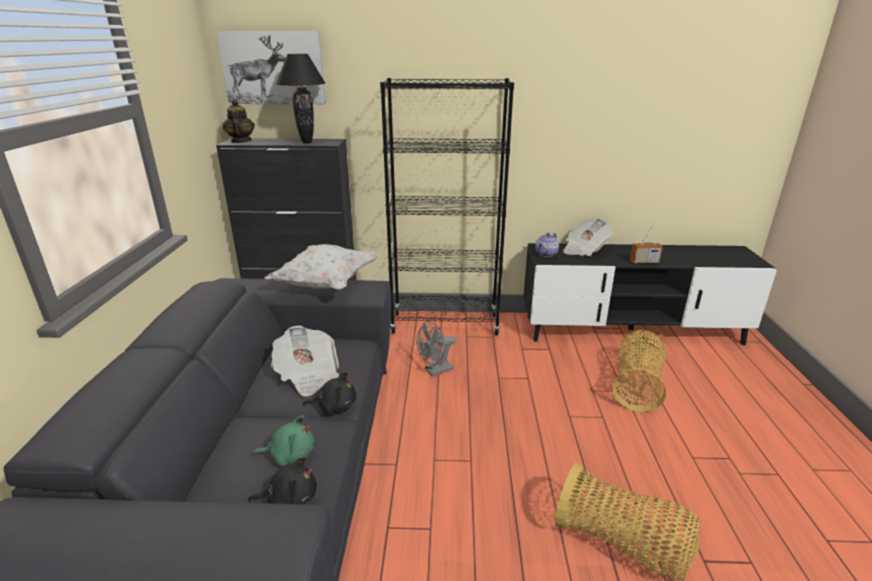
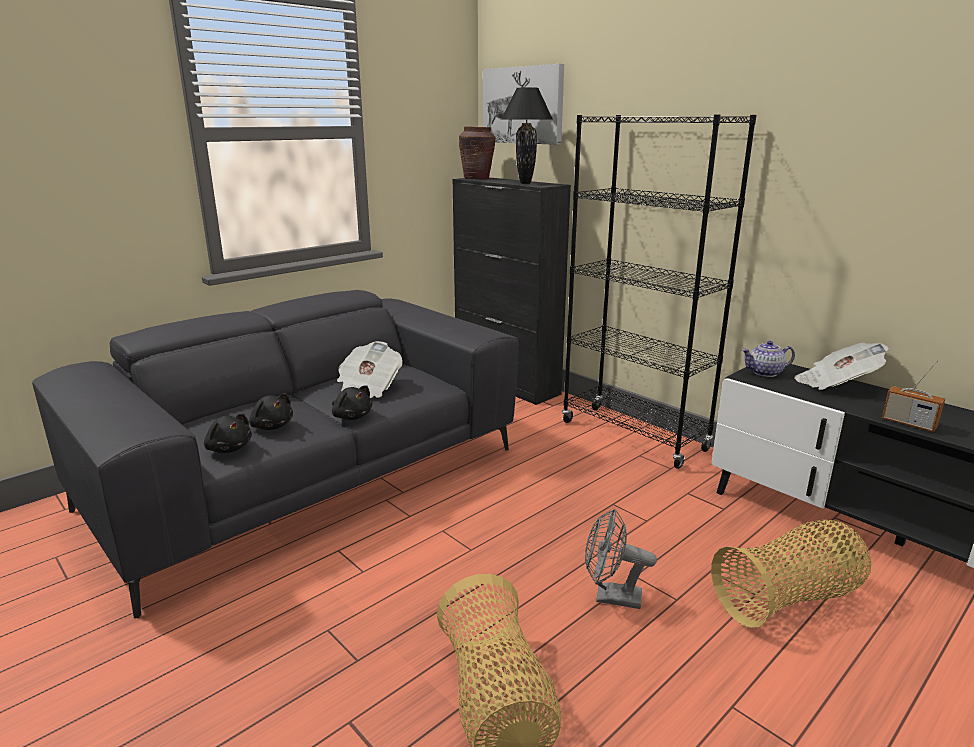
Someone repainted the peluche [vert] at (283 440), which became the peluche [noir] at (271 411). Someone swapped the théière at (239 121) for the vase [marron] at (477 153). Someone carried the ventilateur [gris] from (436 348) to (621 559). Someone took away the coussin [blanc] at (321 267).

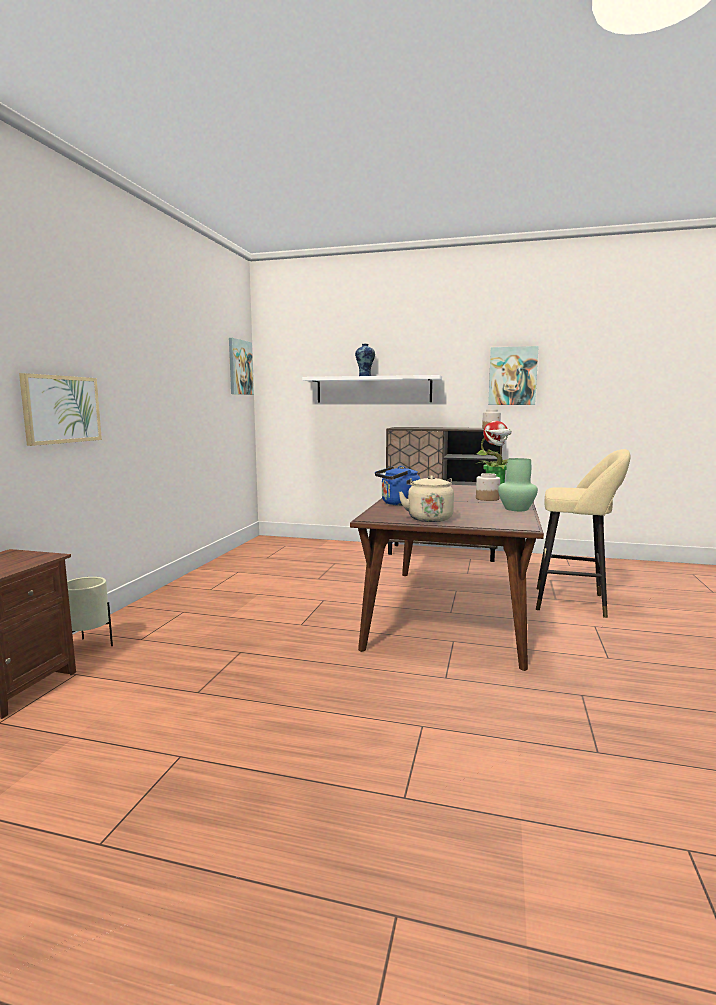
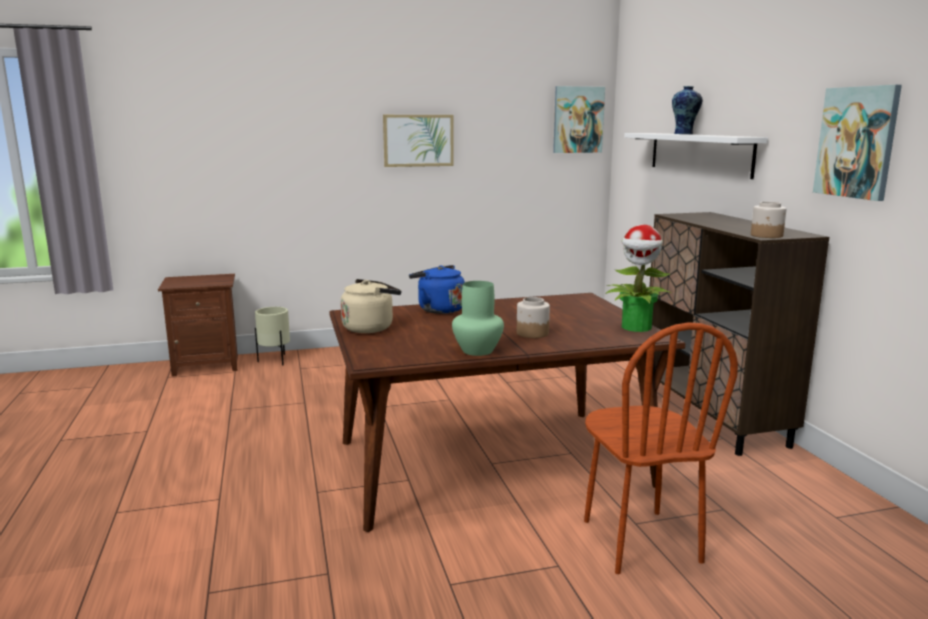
Someone carried the tableau from (60 409) to (418 141). Someone swapped the tabouret [beige] at (583 533) for the chaise [marron] at (661 448).

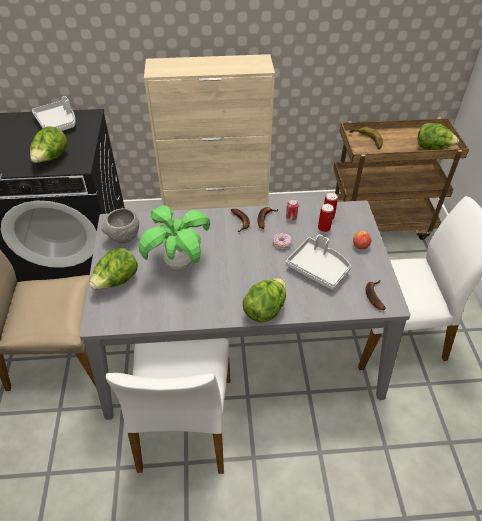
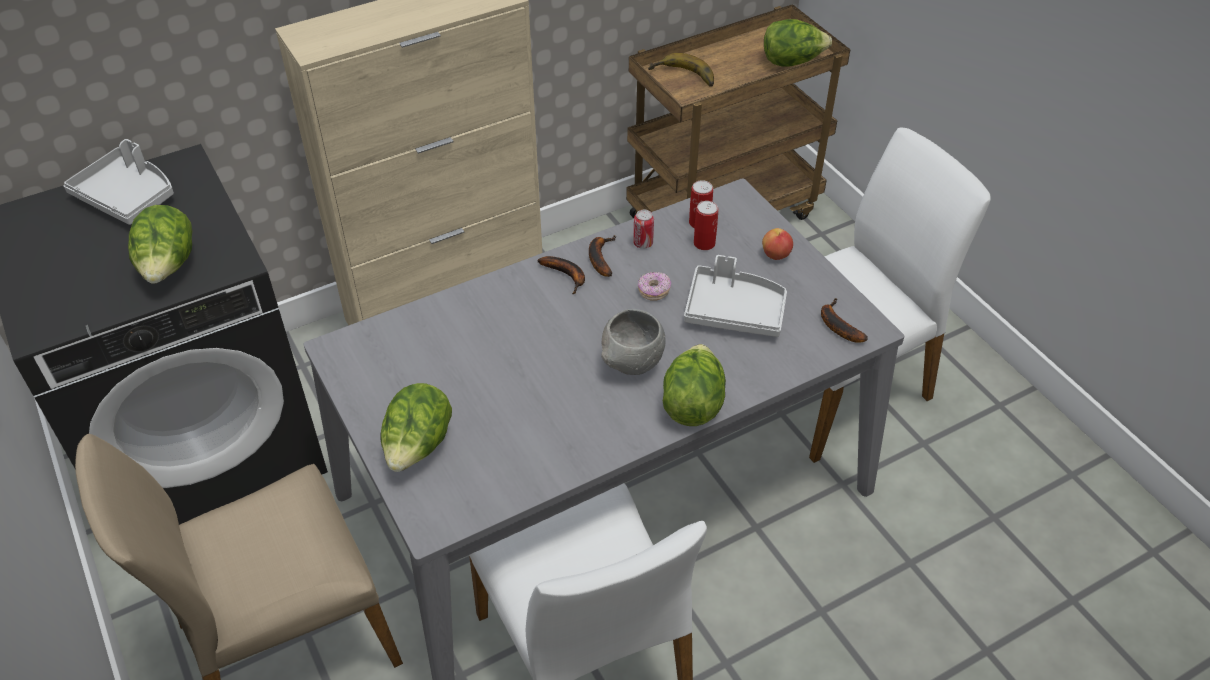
Someone carried the bol [gris] from (120 225) to (633 342). Someone took away the plante en pot at (174 238).

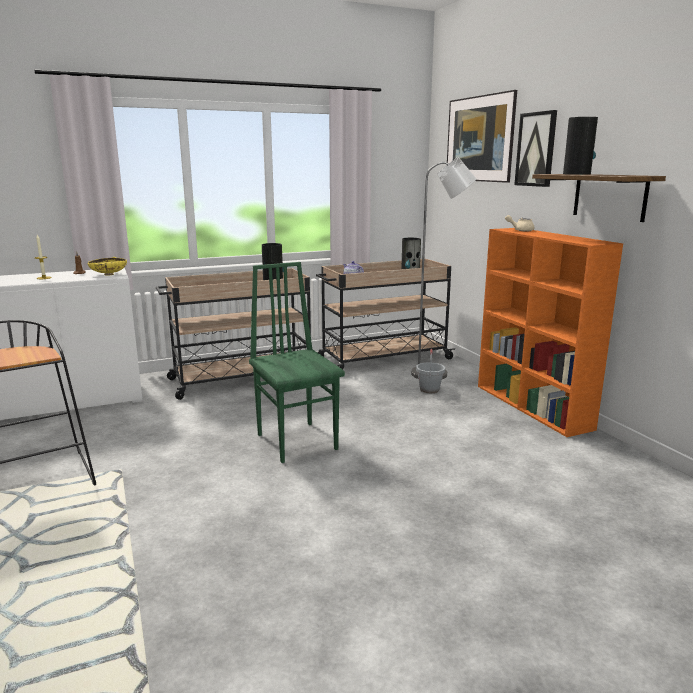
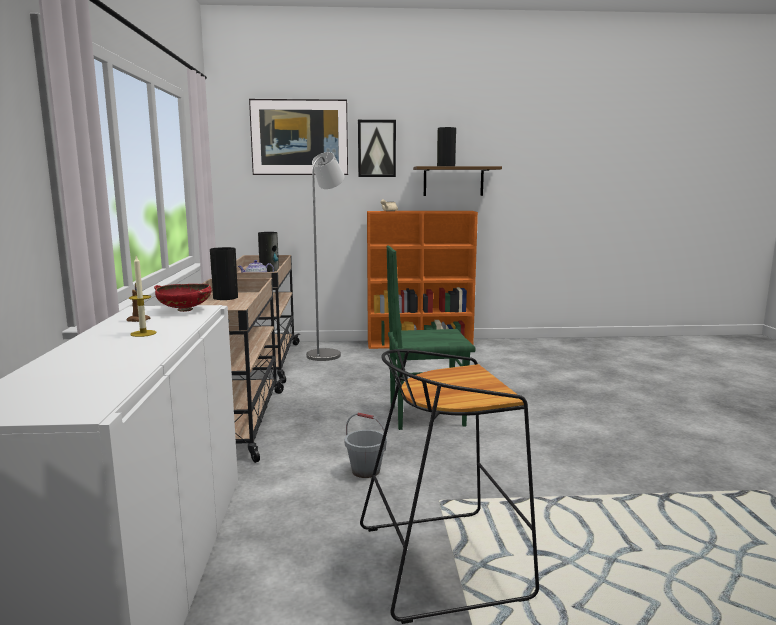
Someone repainted the bol [jaune] at (107 266), which became the bol [rouge] at (183 298). Someone carried the seau [gris] from (430 371) to (365 445).

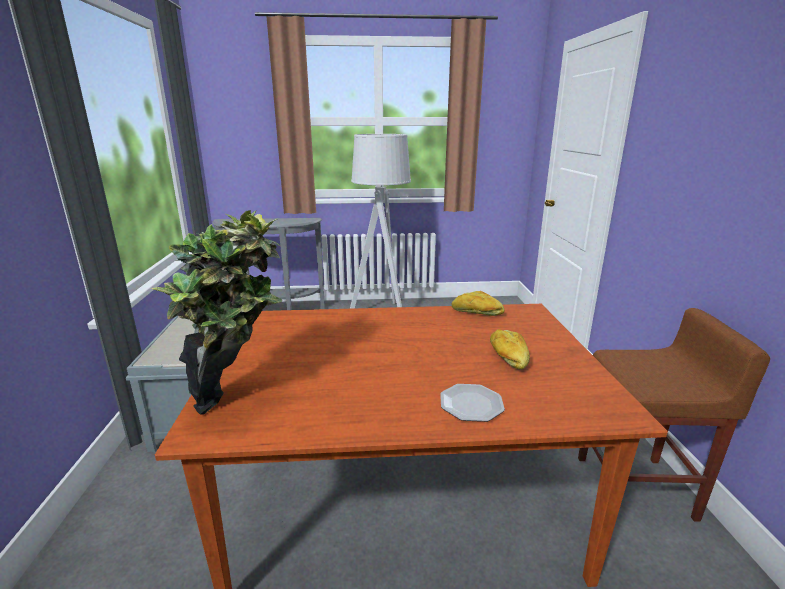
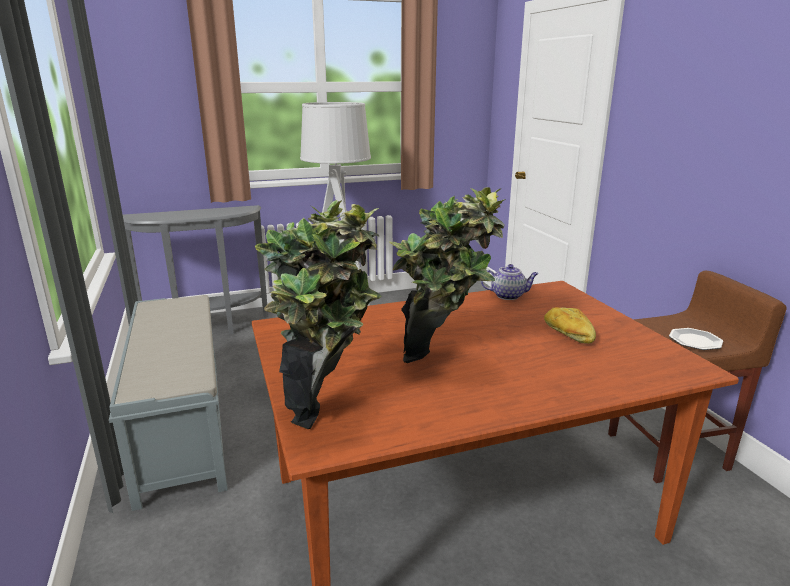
Someone put down the plante en pot at (448 275). Someone swapped the pain at (478 303) for the théière at (510 282). Someone carried the assiette from (472 403) to (696 339).

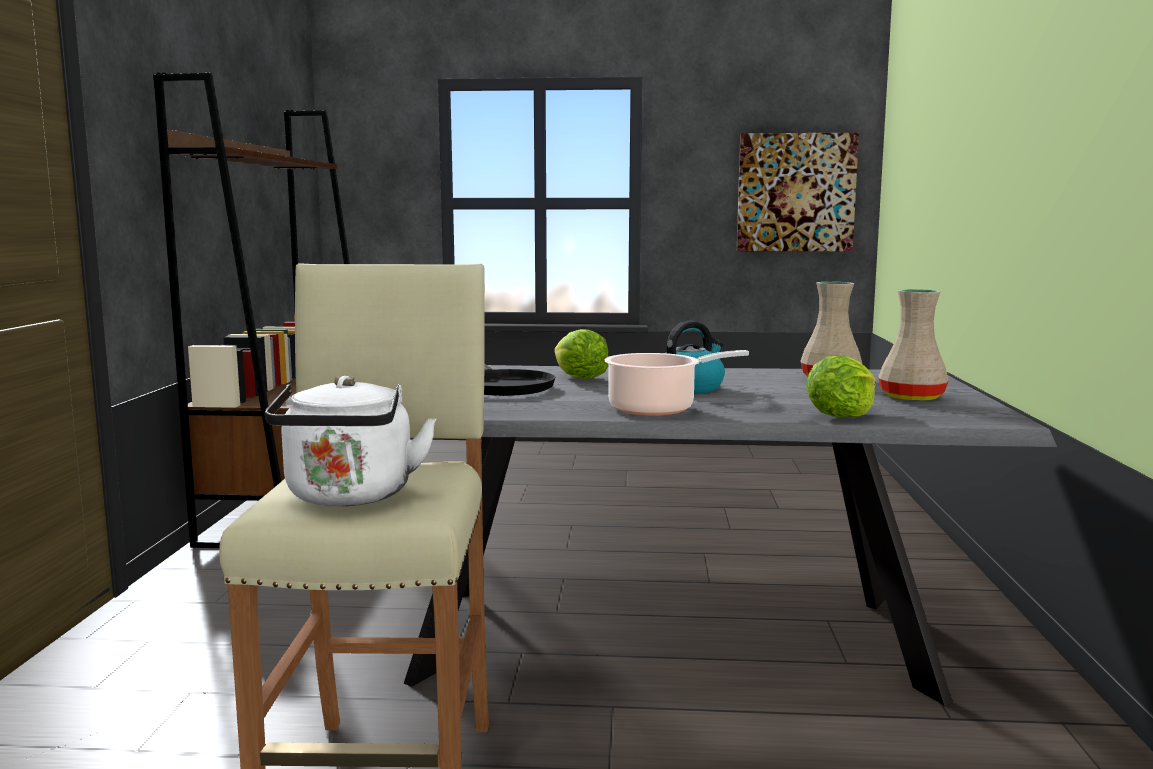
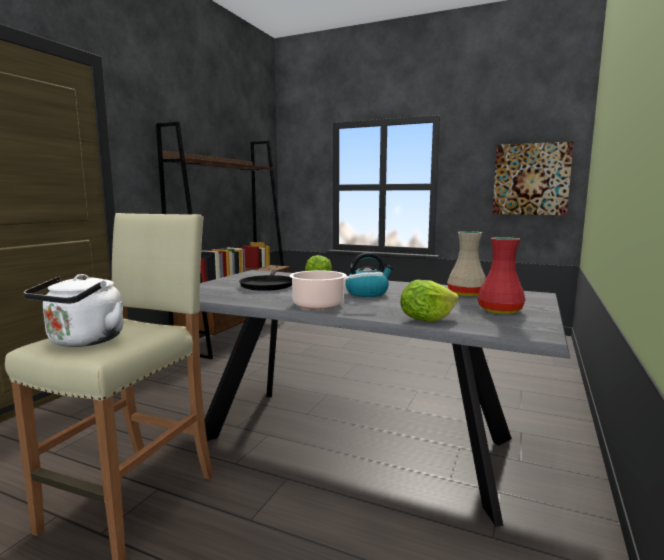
Someone repainted the vase [beige] at (913 345), which became the vase [rouge] at (501 275).

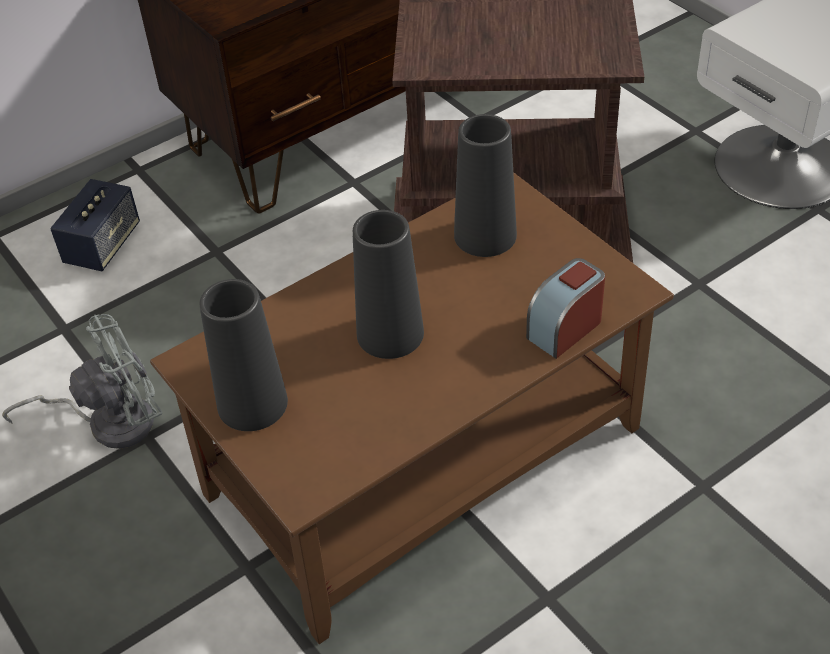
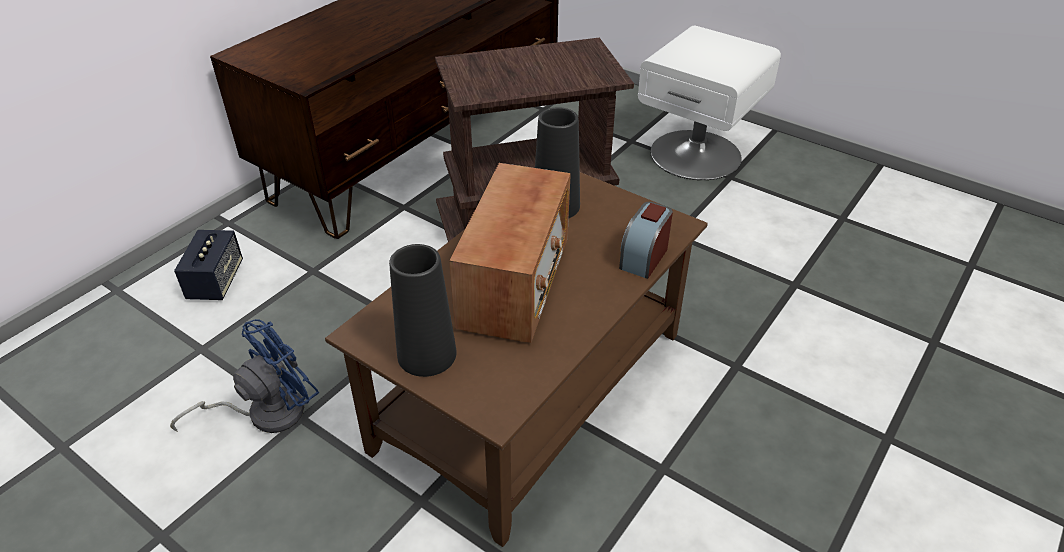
Someone repainted the ventilateur [gris] at (82 381), which became the ventilateur [bleu] at (244 376). Someone swapped the vase [noir] at (388 284) for the radio at (510 253).

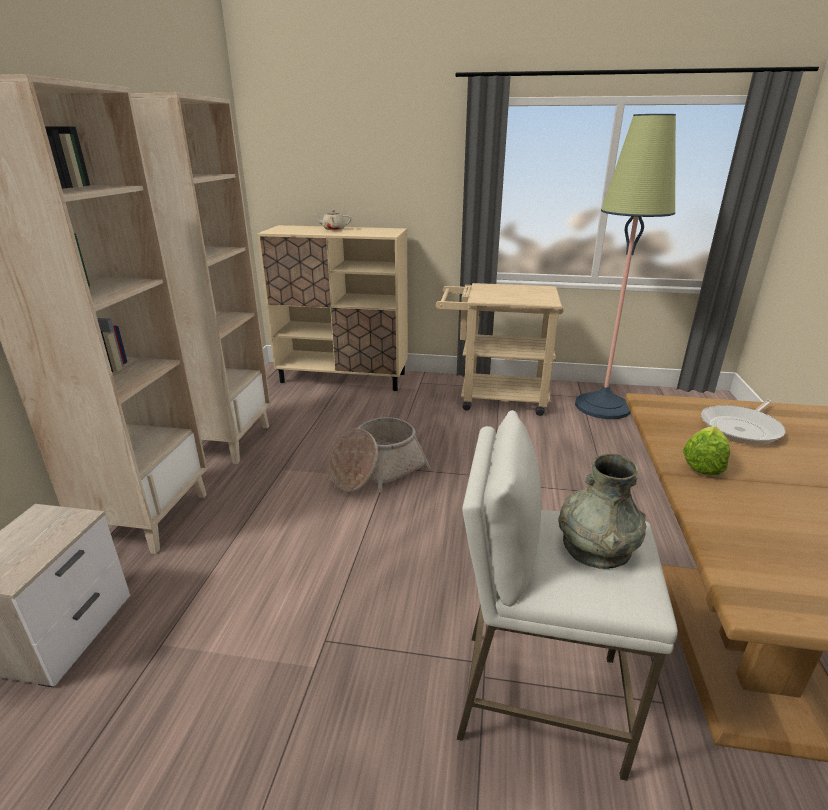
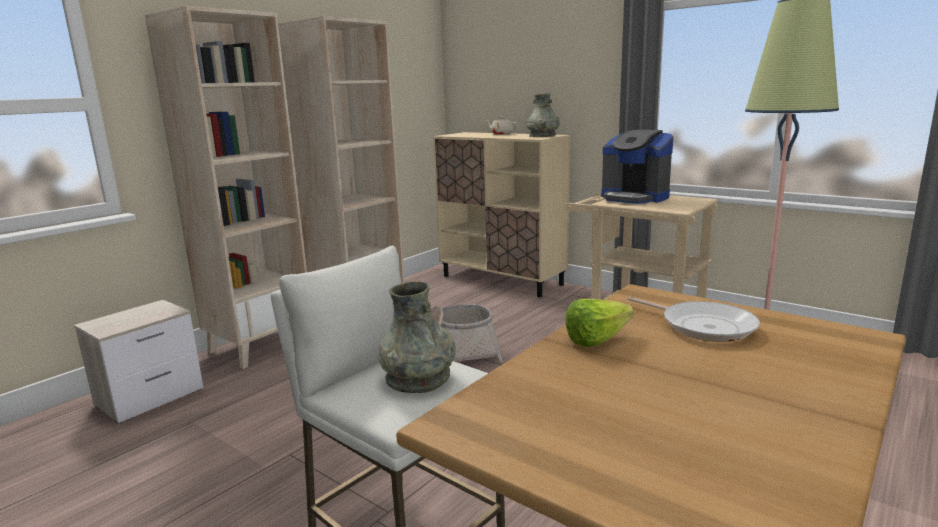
Someone put down the vase [gris] at (543 115). Someone put down the machine à café at (637 167). Someone rotated the poêle at (743 422) by 120 degrees counterclockwise.

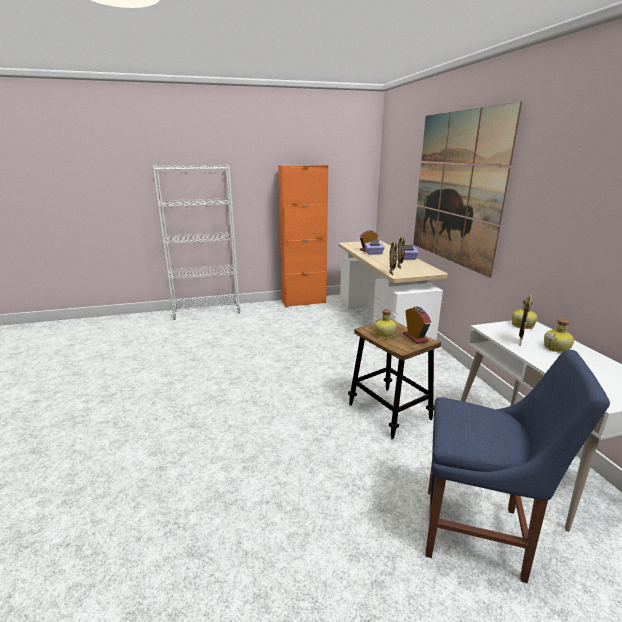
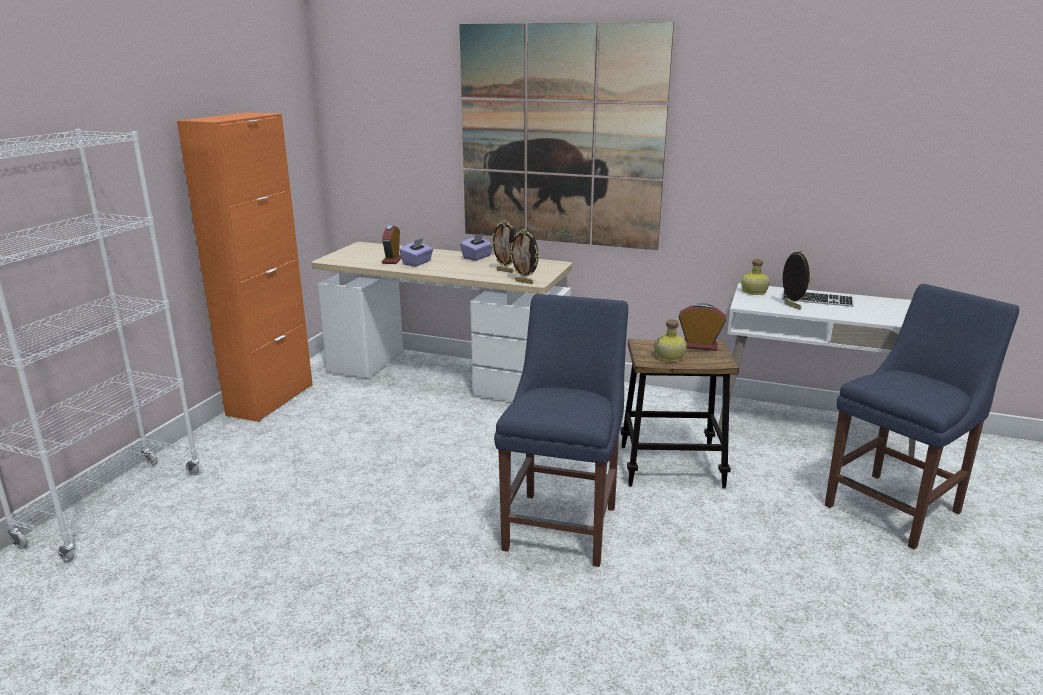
Someone put down the chaise [bleu] at (561 430). Someone swapped the bouteille at (559 335) for the clavier at (818 298).

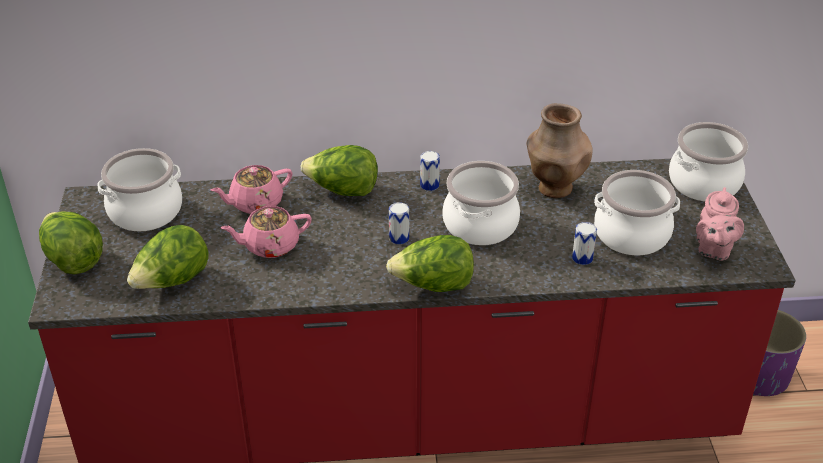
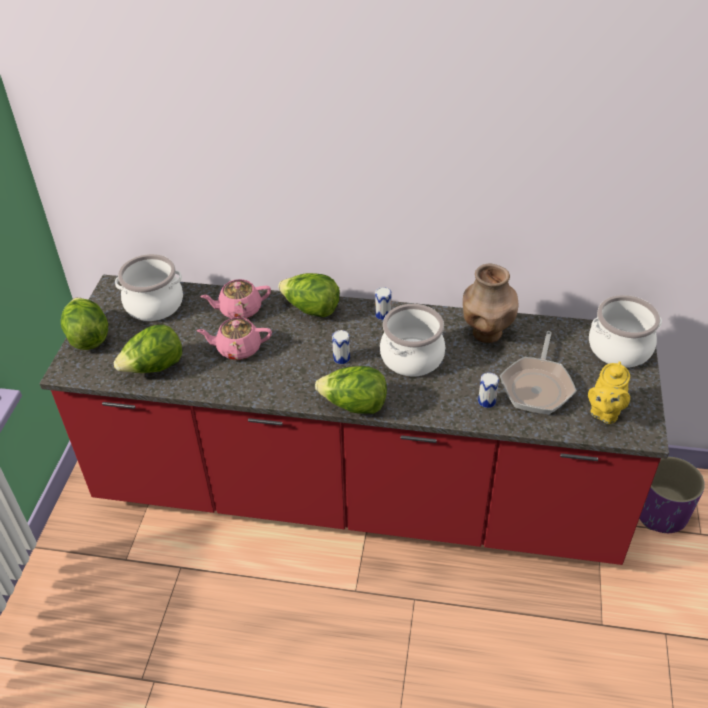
Someone swapped the marmite at (637 212) for the poêle at (538 372). Someone repainted the théière [rose] at (720 224), which became the théière [jaune] at (609 393).

